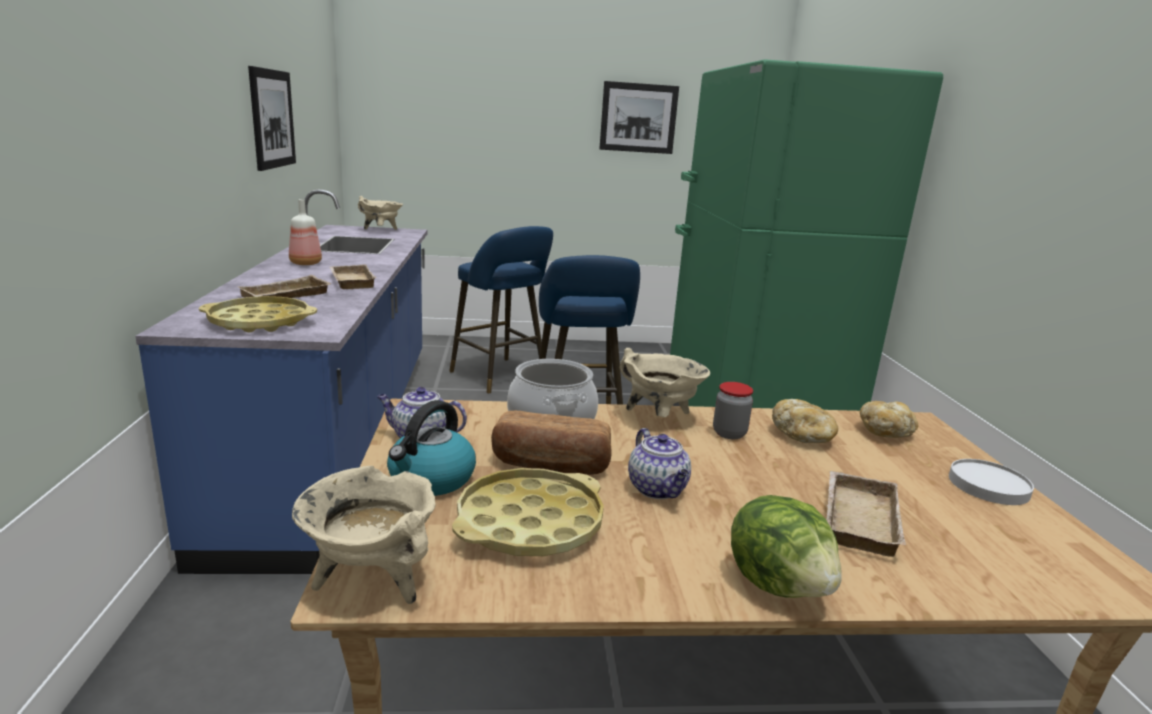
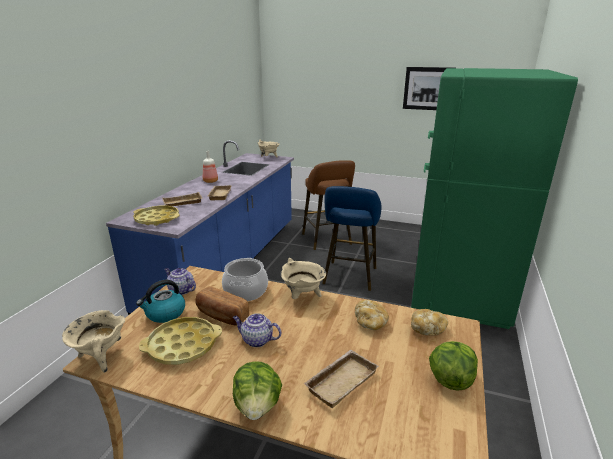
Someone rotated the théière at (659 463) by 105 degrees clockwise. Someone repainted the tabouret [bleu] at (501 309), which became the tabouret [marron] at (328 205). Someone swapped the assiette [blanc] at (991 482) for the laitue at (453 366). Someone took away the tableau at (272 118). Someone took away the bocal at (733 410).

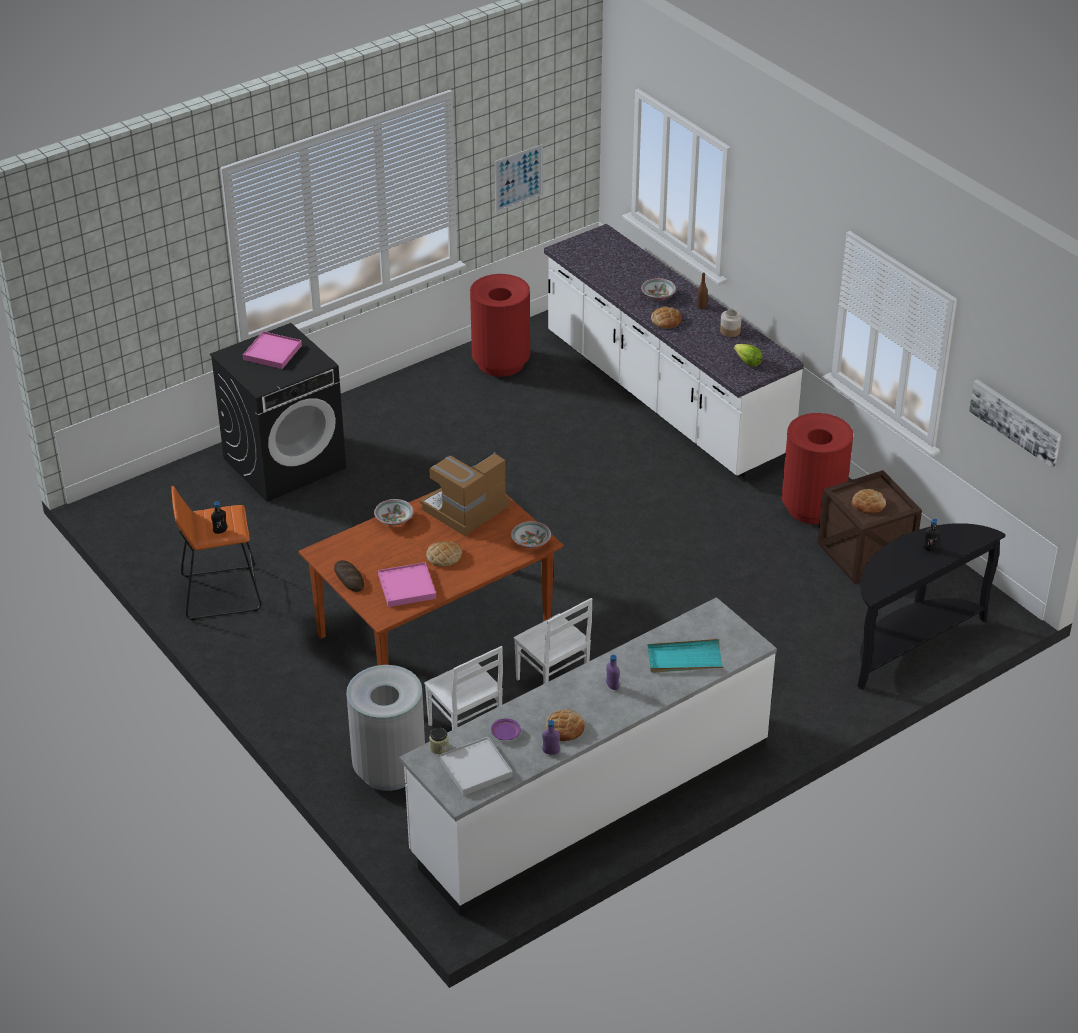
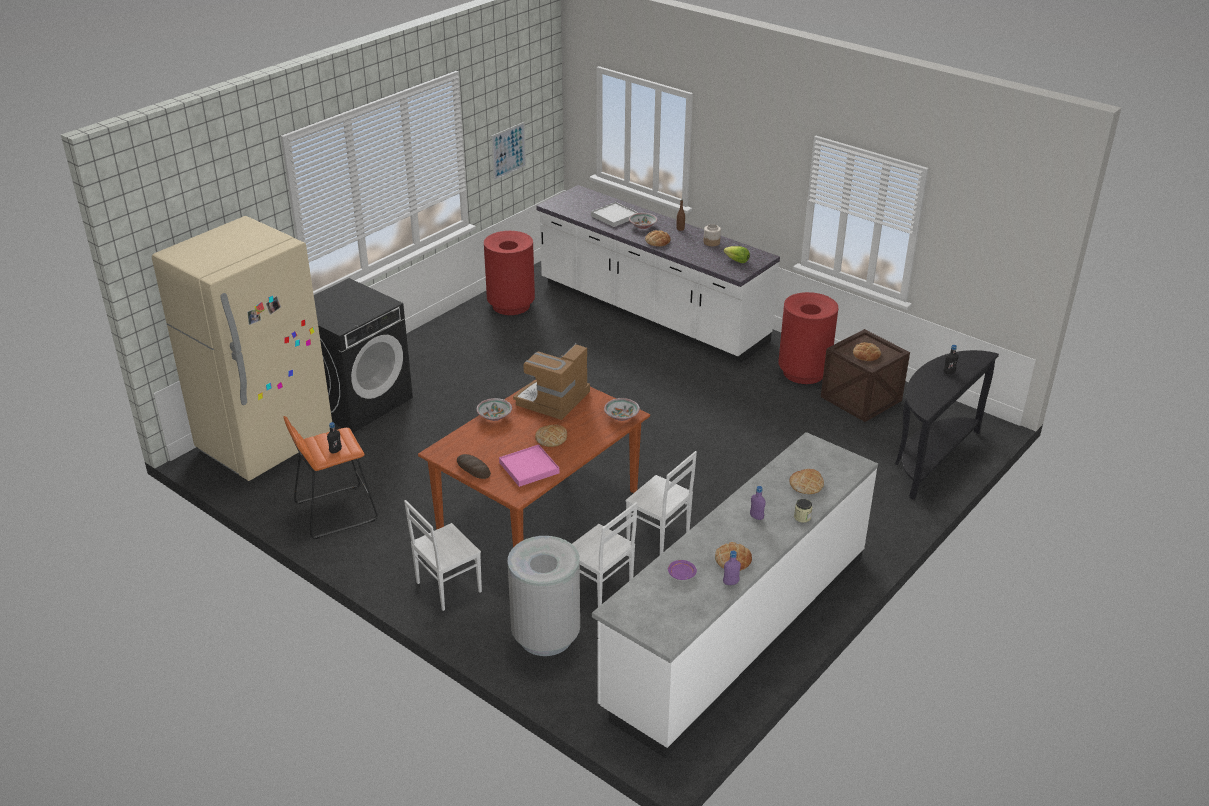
Someone put down the réfrigérateur [beige] at (242 348). Someone put down the chaise [blanc] at (443 555). Someone carried the plateau [blanc] from (475 766) to (614 214). Someone swapped the plateau [turquoise] at (685 656) for the pain at (807 481). Someone carried the bocal from (439 741) to (803 511). Someone took away the plateau [rose] at (272 350). Someone took away the tableau at (1015 423).

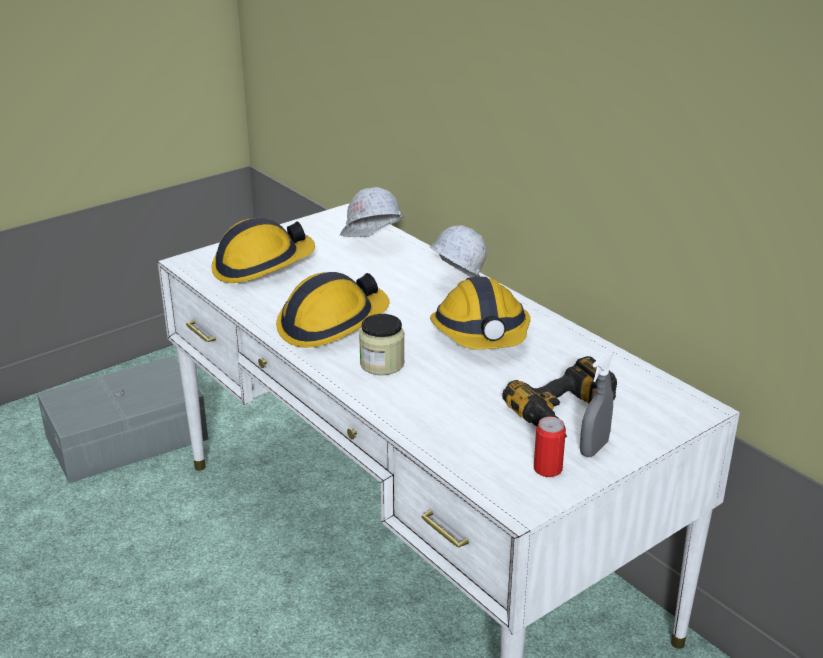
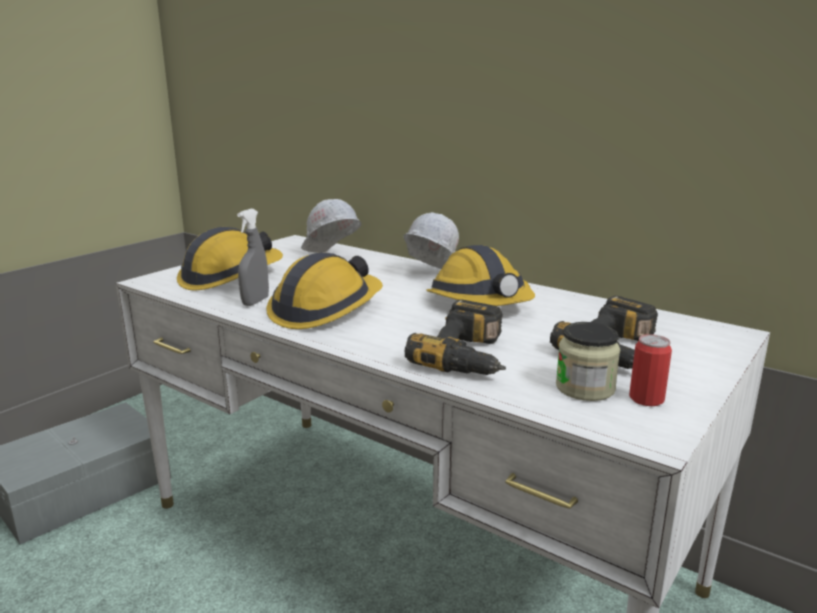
Someone carried the vaporisateur [gris] from (596 404) to (253 257). Someone put down the perceuse at (455 337). Someone carried the bocal from (382 344) to (588 361).

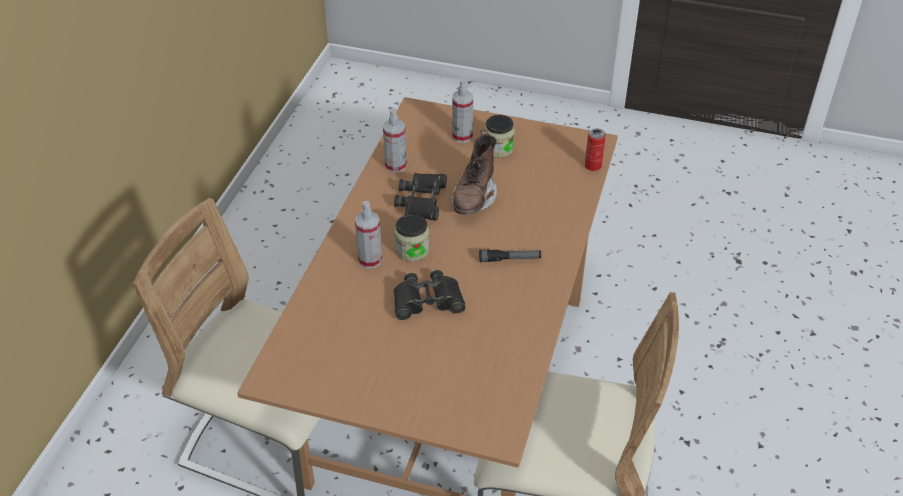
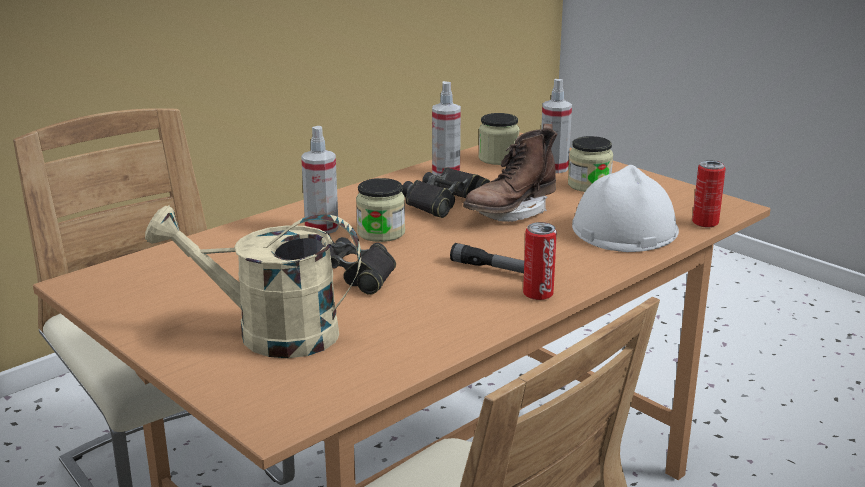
Someone put down the arrosoir [beige] at (253 281). Someone put down the bocal at (499 139). Someone put down the boîte métallique at (540 261). Someone put down the casque de chantier [blanc] at (625 208).

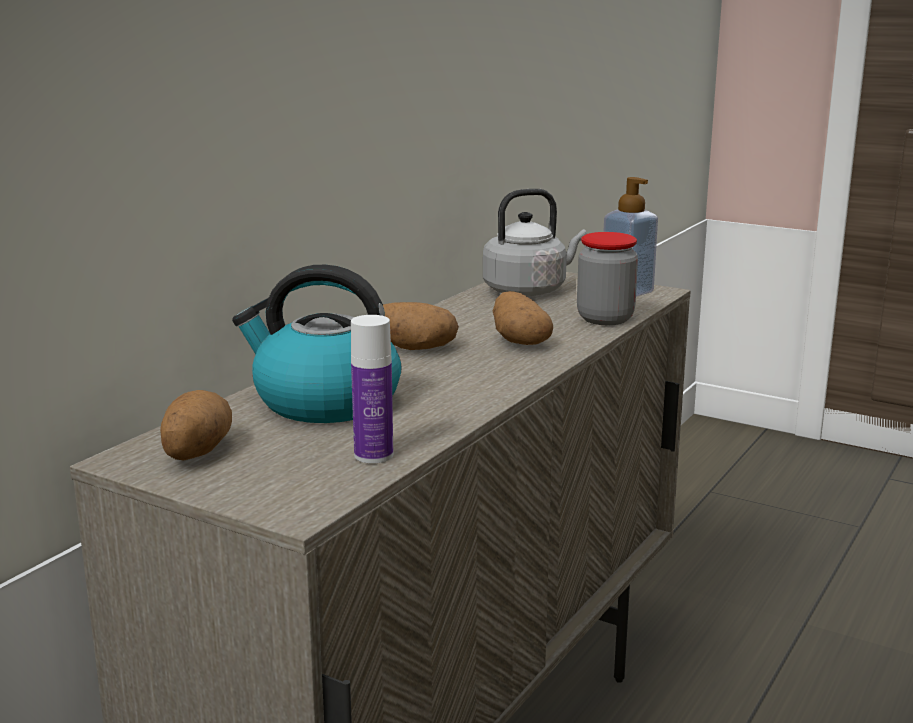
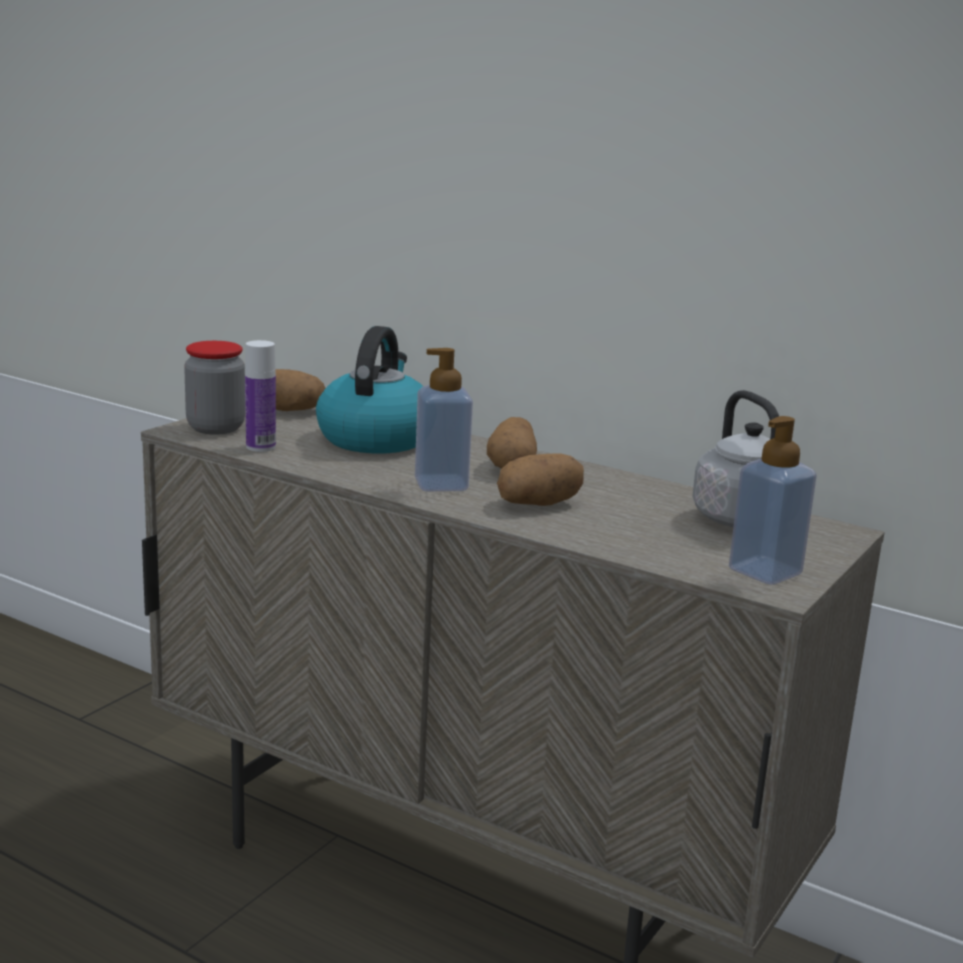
Someone carried the bocal from (607 278) to (214 388). Someone put down the distributeur de savon at (444 419).

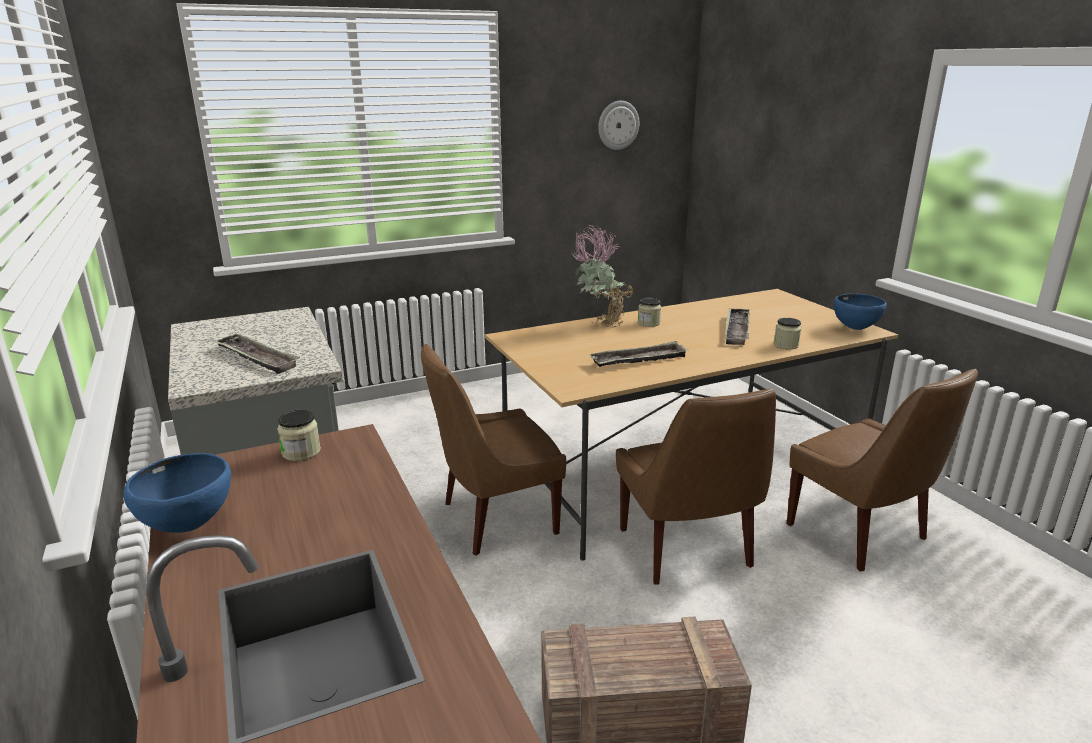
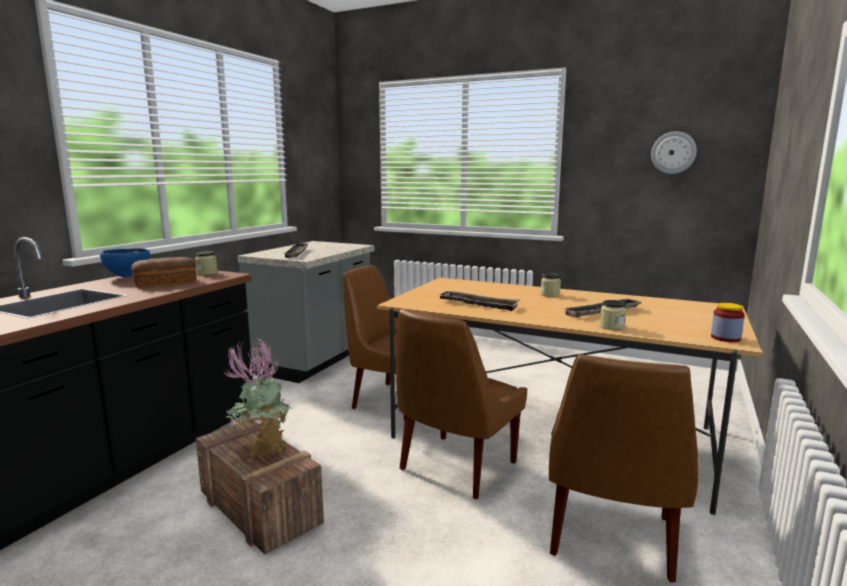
Someone put down the pain at (164 272). Someone carried the plante en pot from (602 276) to (258 400). Someone swapped the bol [bleu] at (860 312) for the bocal at (728 322).

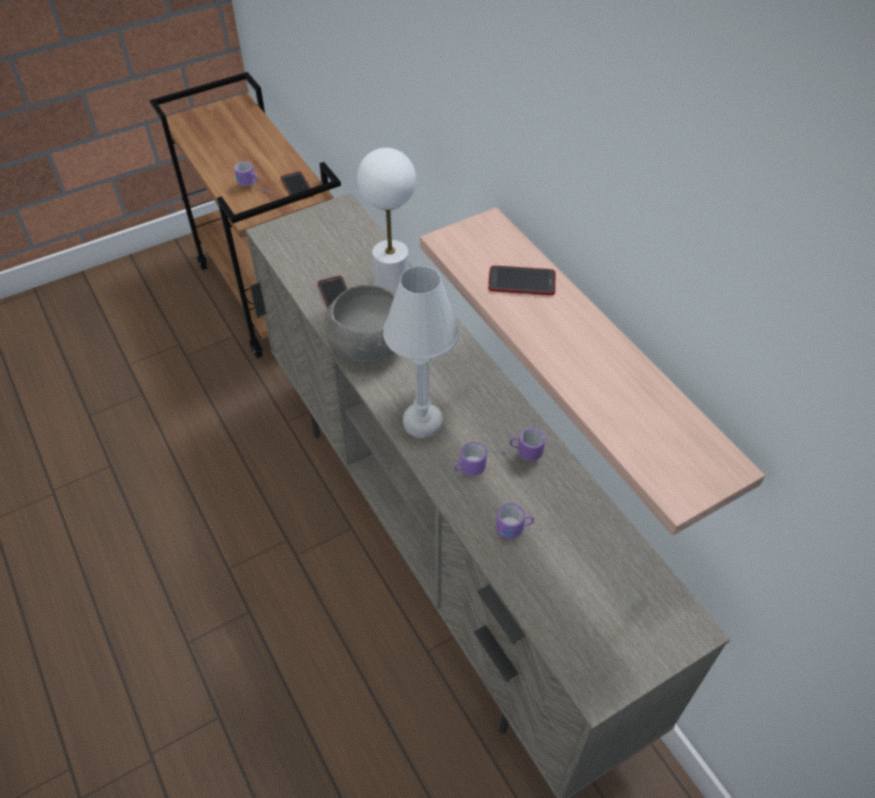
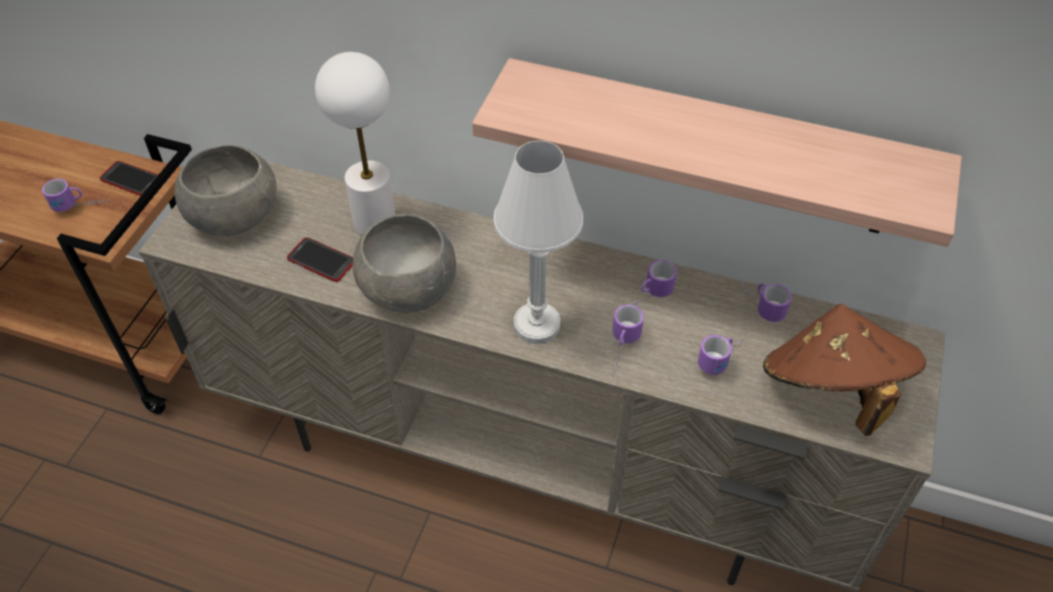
Someone put down the bol [gris] at (225 190). Someone put down the mug at (766 302). Someone put down the chapeau [marron] at (844 370). Someone took away the téléphone at (522 280).

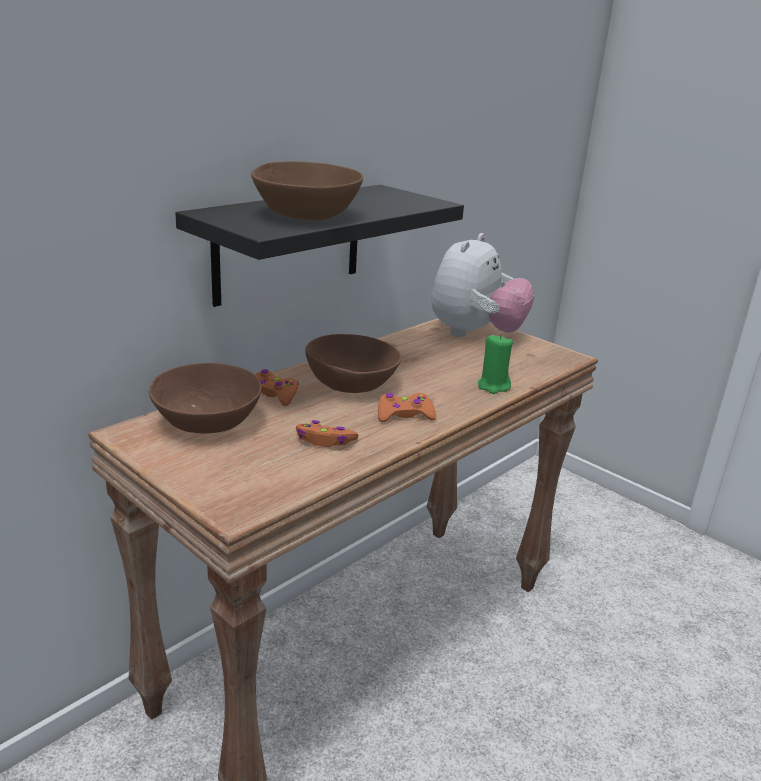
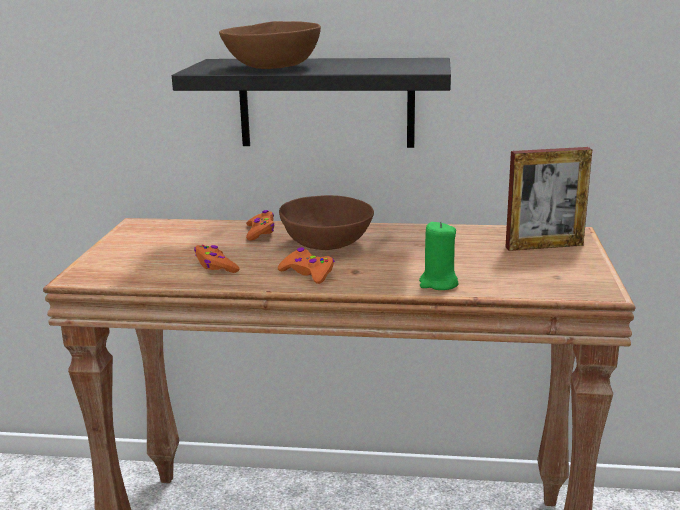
Someone swapped the peluche at (482 285) for the cadre photo at (548 199). Someone took away the bol [marron] at (205 398).

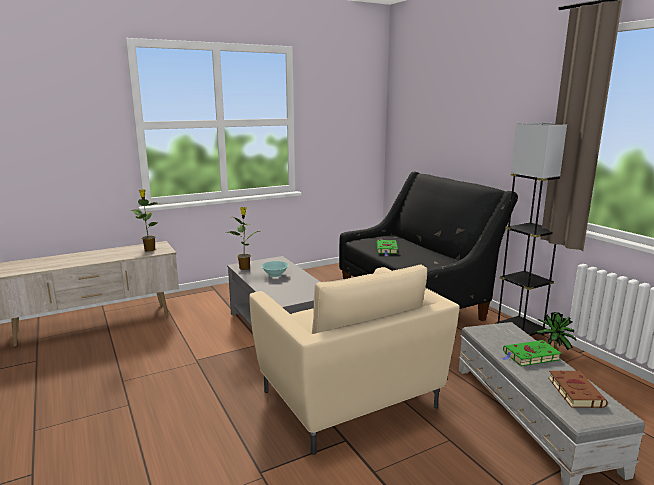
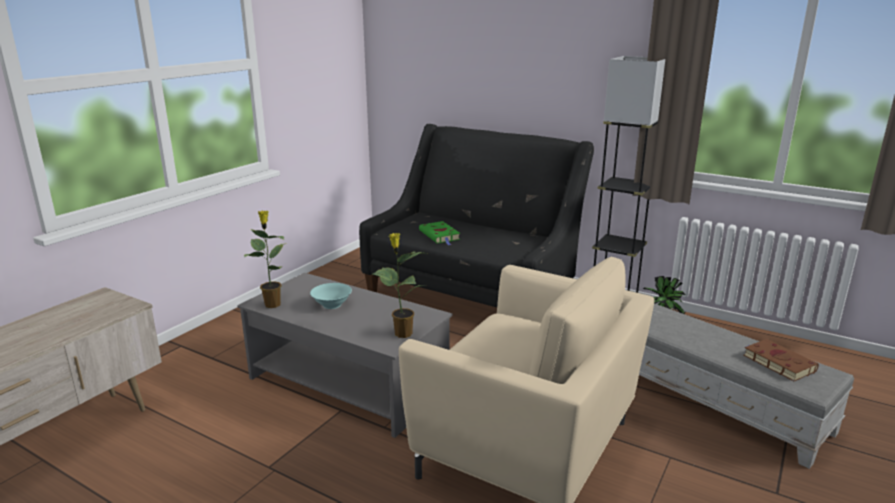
Someone carried the plante en pot from (145 220) to (400 285). Someone took away the livre [vert] at (532 353).

